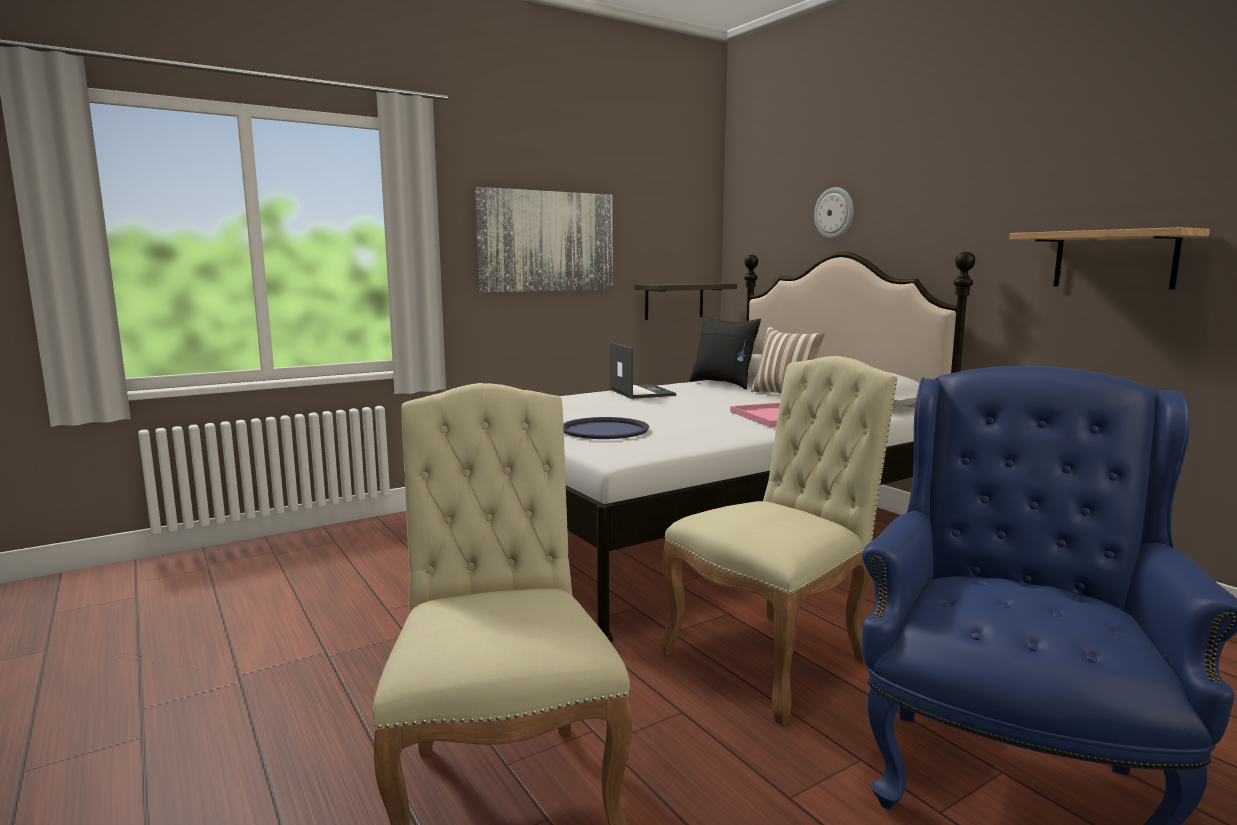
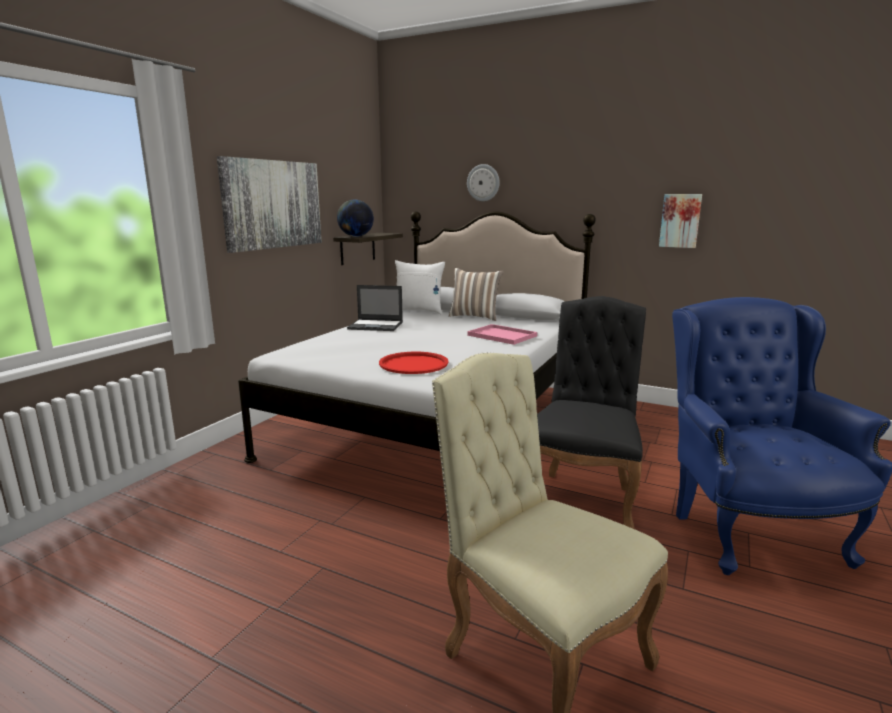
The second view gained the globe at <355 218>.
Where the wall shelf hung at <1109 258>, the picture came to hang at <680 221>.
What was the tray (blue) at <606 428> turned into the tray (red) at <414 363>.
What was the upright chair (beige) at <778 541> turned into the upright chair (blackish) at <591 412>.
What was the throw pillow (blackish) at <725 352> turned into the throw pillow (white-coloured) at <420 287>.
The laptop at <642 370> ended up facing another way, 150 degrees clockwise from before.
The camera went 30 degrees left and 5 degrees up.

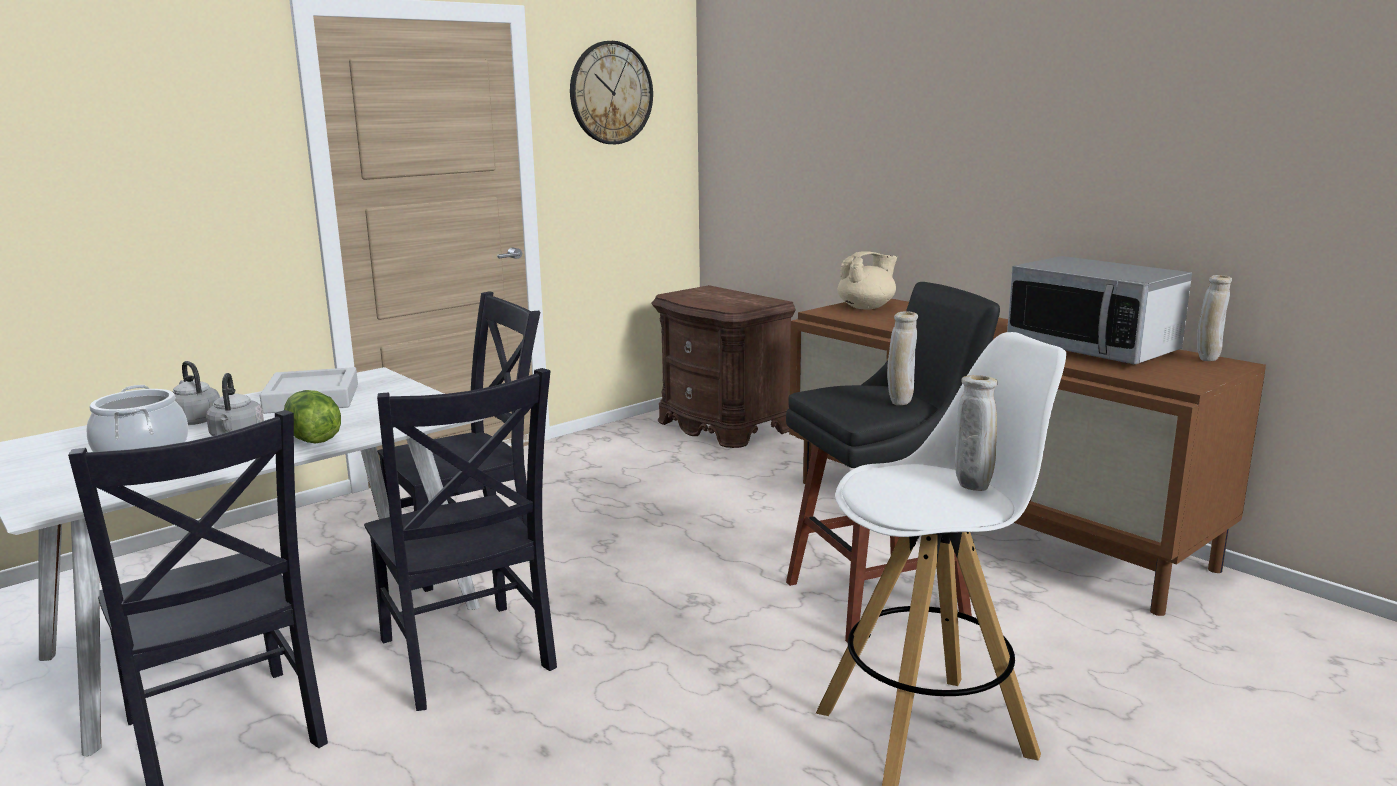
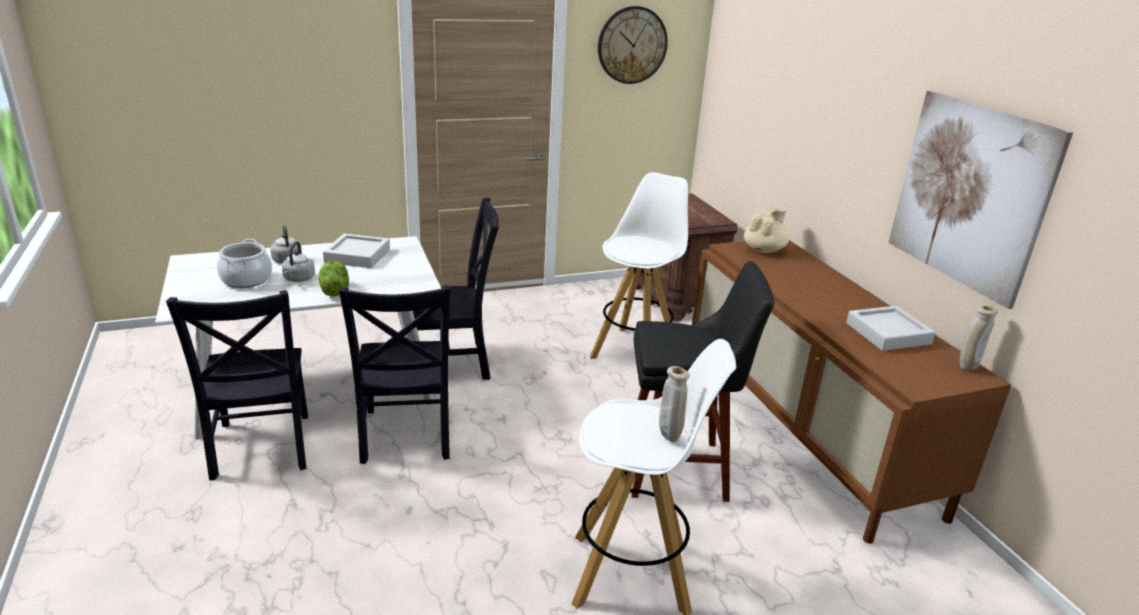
The second view lost the vase (beige) at <902 358>.
The second view gained the stool (white-coloured) at <638 265>.
The second view gained the picture at <980 200>.
Where the microwave oven stood at <1099 310>, the tray (grey) came to stand at <890 328>.
The pot for tea (beige) at <867 280> ended up facing another way, 45 degrees counterclockwise from before.
The camera went 20 degrees right and 10 degrees up.

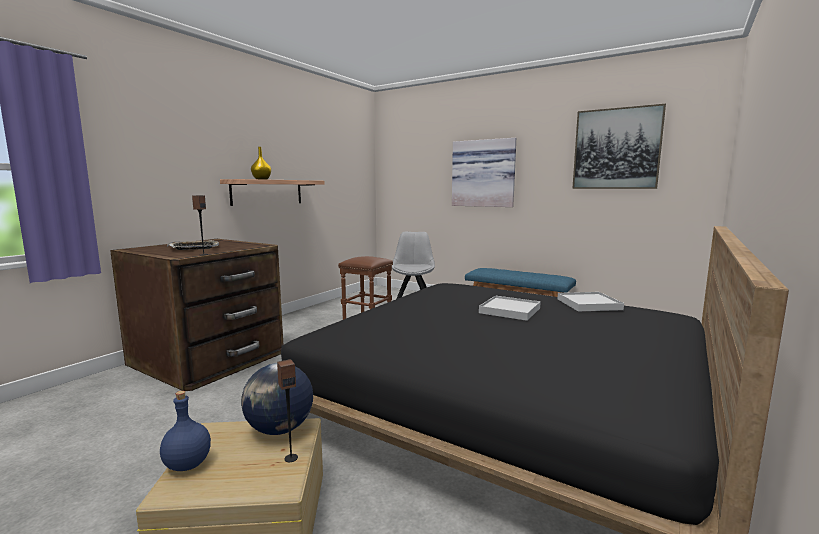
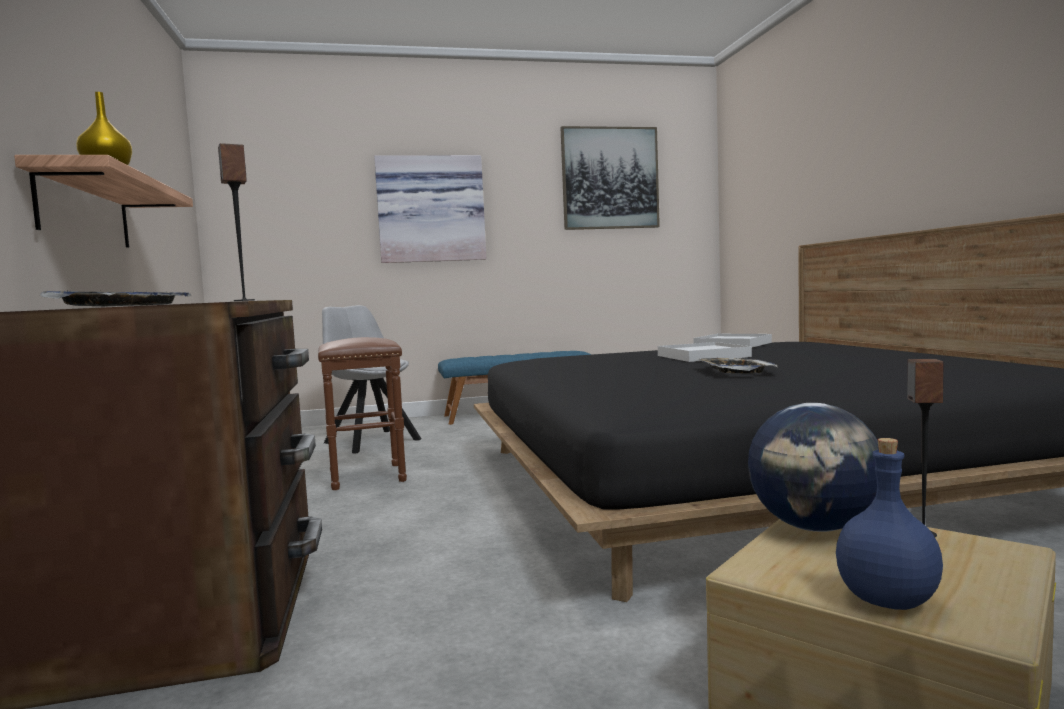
The second view gained the tray at <737 366>.
The camera went 45 degrees left and 5 degrees down.

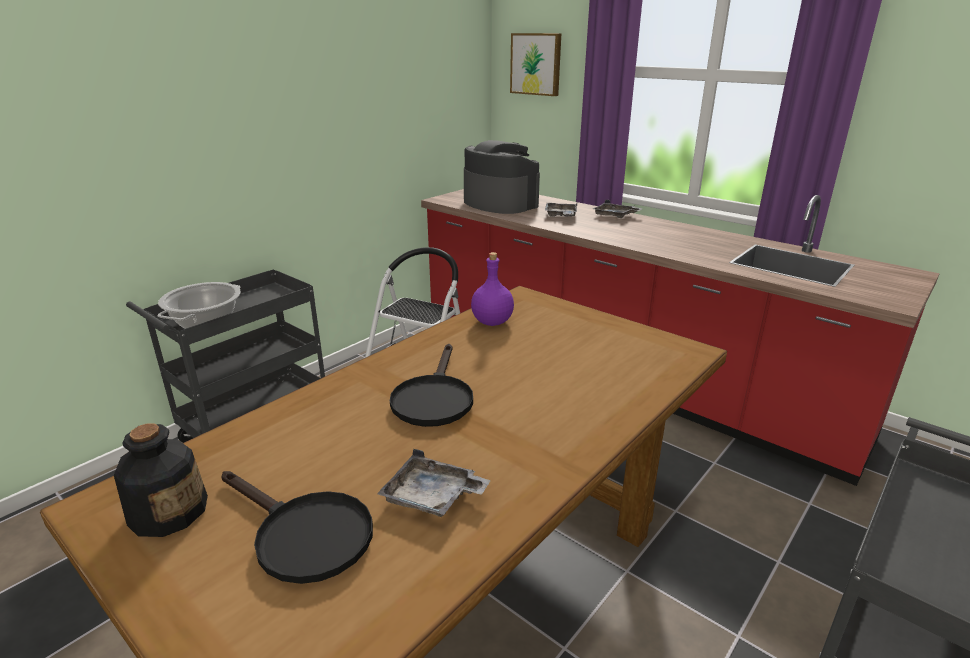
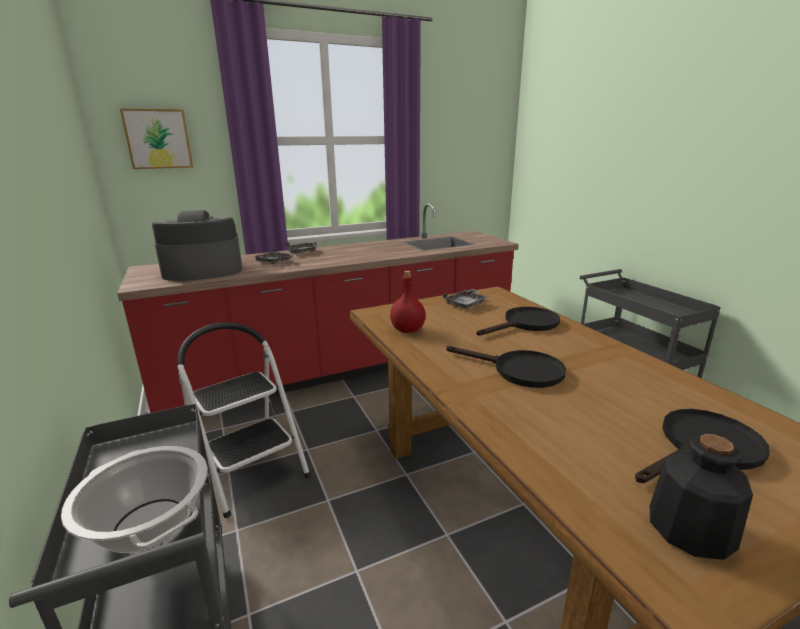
The second view gained the frying pan (blackish) at <518 321>.
The tray (grey) ended up elsewhere, having gone from <434 483> to <465 299>.
What was the beverage bottle (purple-coloured) at <492 289> turned into the beverage bottle (red) at <407 302>.
The camera went 65 degrees left and 5 degrees down.

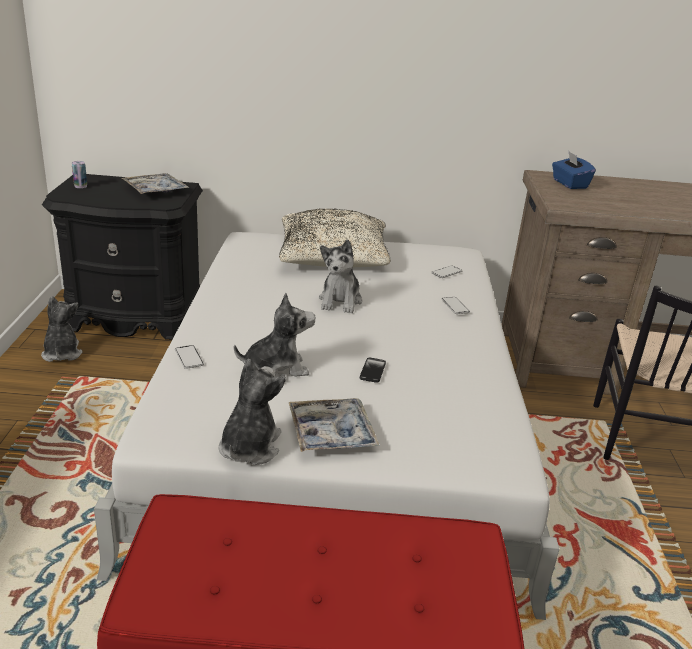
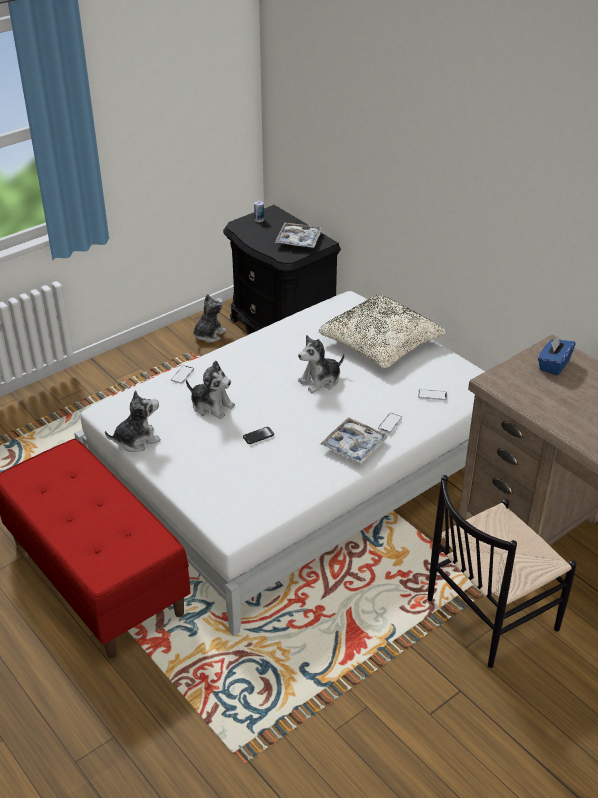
The tray ended up elsewhere, having gone from <334 425> to <354 440>.
The camera went 50 degrees right and 10 degrees up.

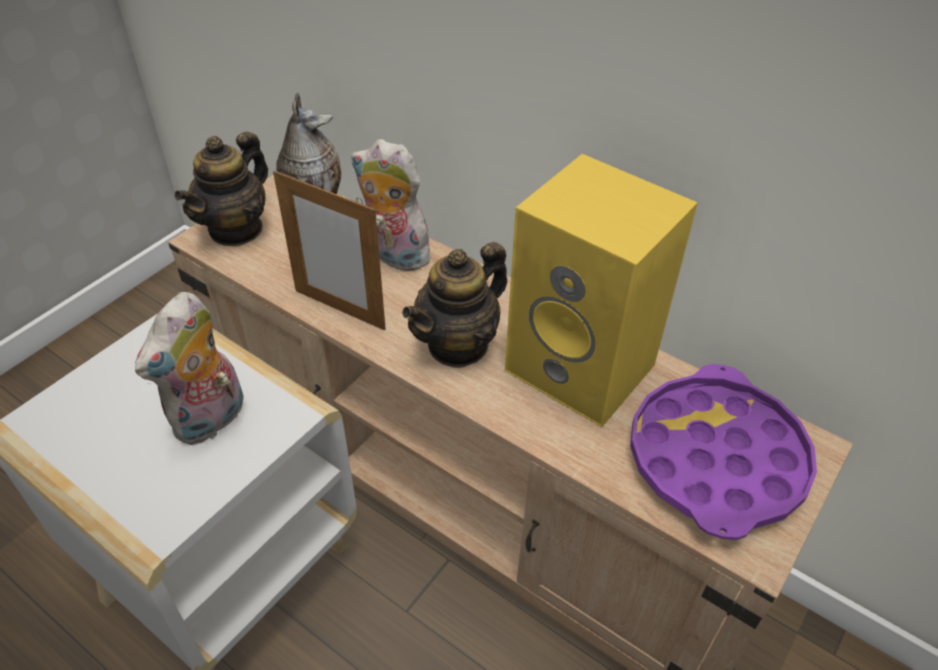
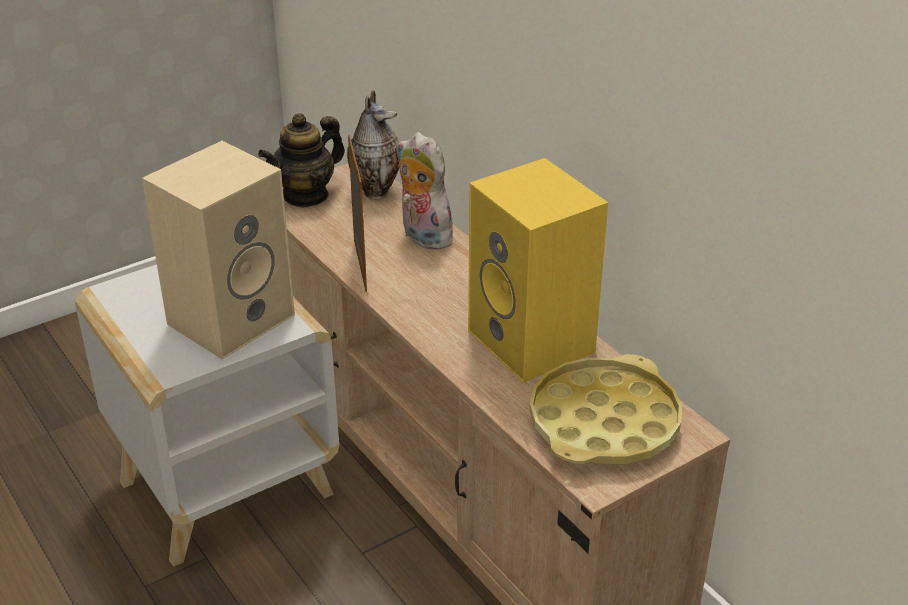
The second view lost the pot for tea at <455 305>.
Where the plush toy stood at <189 368>, the loudspeaker (beige) came to stand at <218 250>.
What was the tray (purple-coloured) at <723 452> turned into the tray (yellowish) at <605 409>.
The standing frame at <329 250> ended up facing another way, 150 degrees counterclockwise from before.
The camera went 20 degrees right and 10 degrees down.

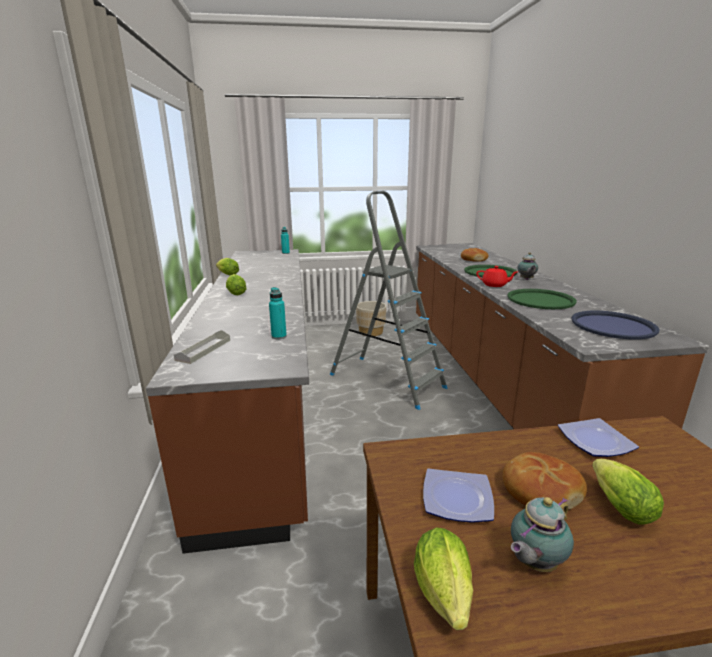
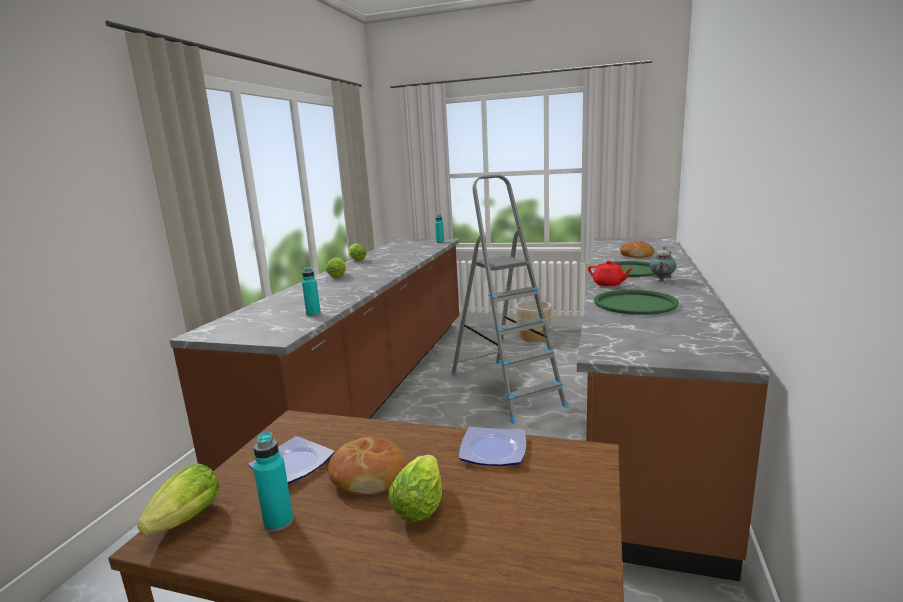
The second view lost the tray (grey) at <202 347>.
The second view lost the tray (blue) at <616 325>.
Where the pot for tea stood at <542 534>, the beverage bottle (turquoise) came to stand at <273 482>.
The camera went 25 degrees right and 5 degrees down.

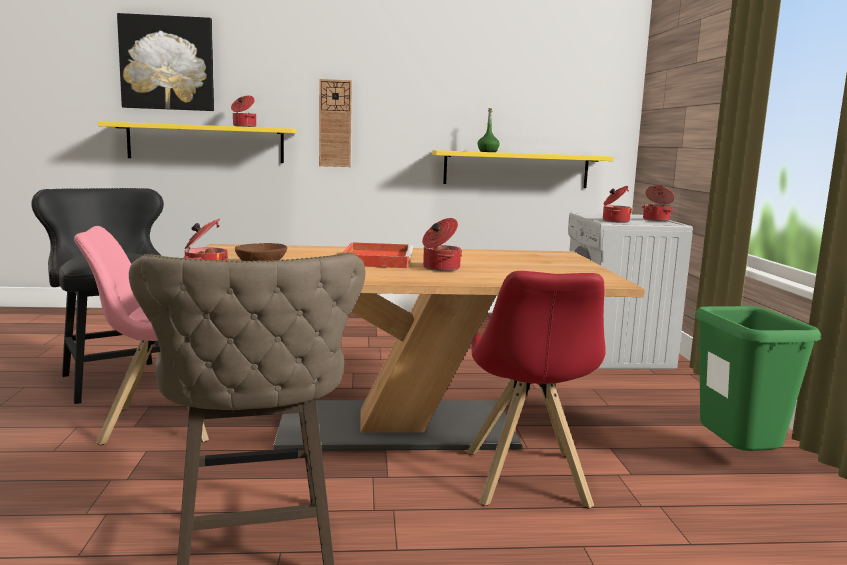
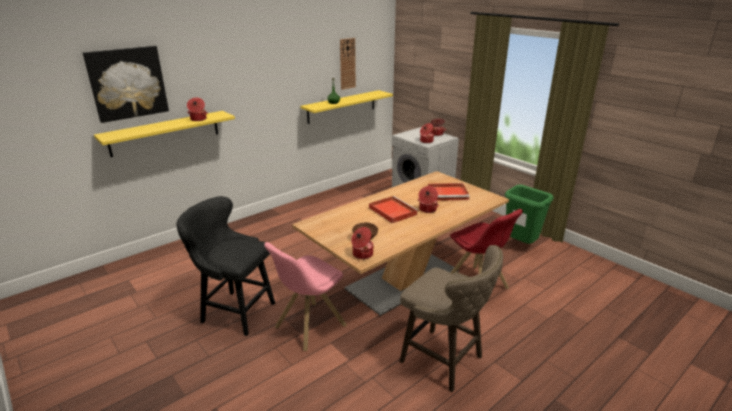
The second view gained the tray (red) at <449 192>.
The hanging clock ended up elsewhere, having gone from <335 123> to <348 64>.
The camera went 35 degrees left and 15 degrees up.

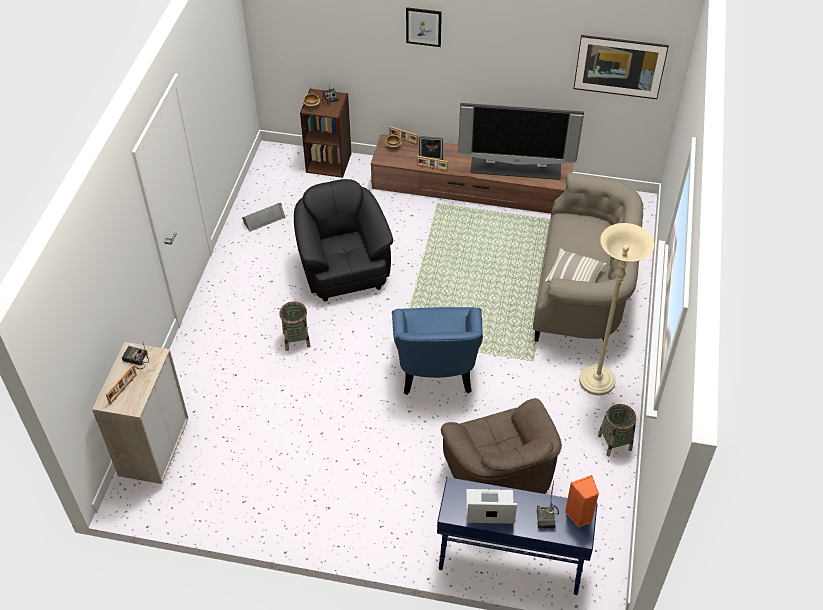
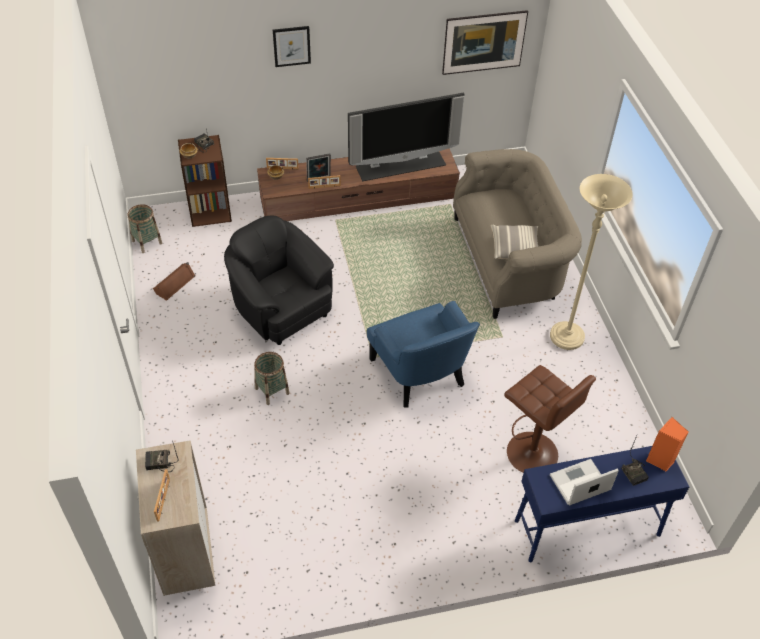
The basket ended up elsewhere, having gone from <617 430> to <145 228>.
Where the lounge chair (brownish) stood at <501 446>, the stool (brownish) came to stand at <550 419>.
What was the loudspeaker (grey) at <264 217> turned into the loudspeaker (brownish) at <174 281>.
The camera went 25 degrees left and 0 degrees up.

